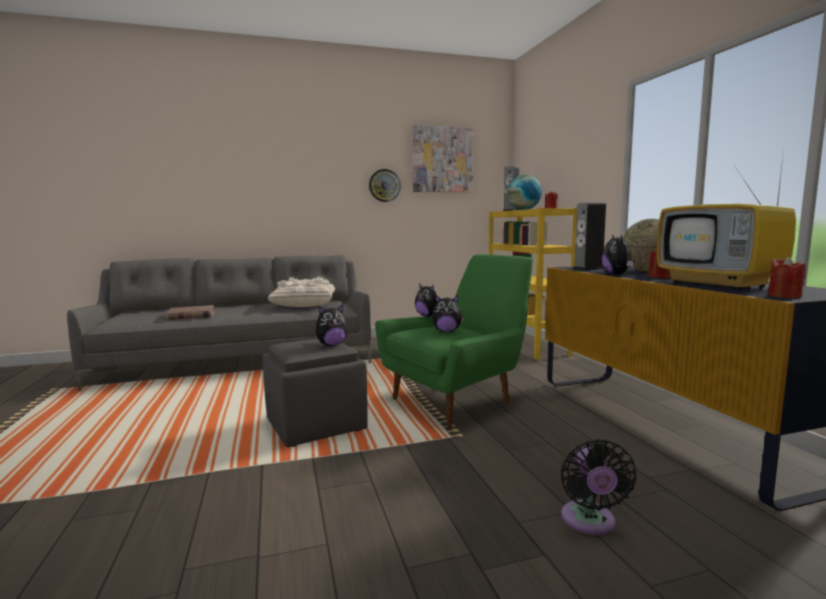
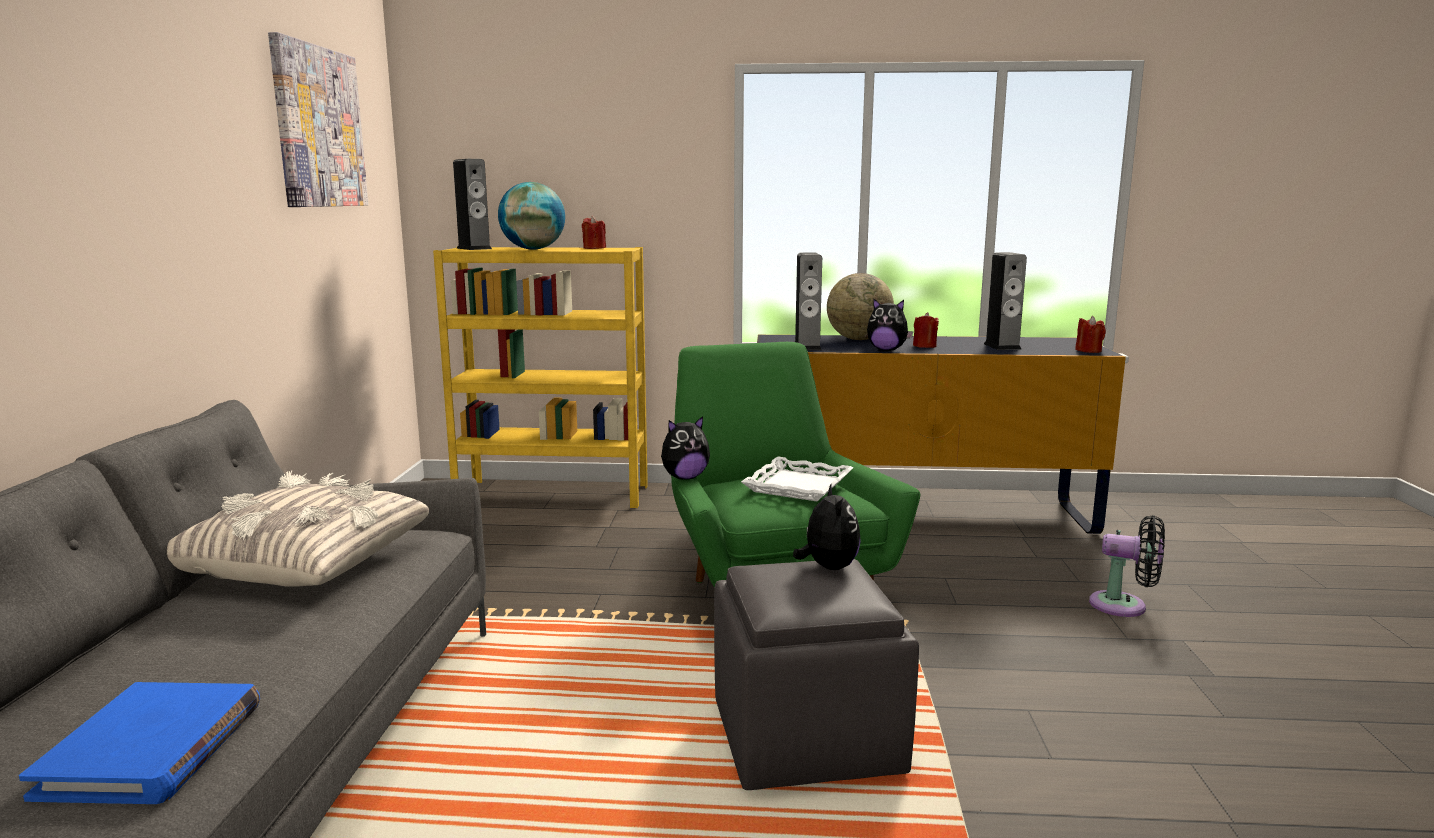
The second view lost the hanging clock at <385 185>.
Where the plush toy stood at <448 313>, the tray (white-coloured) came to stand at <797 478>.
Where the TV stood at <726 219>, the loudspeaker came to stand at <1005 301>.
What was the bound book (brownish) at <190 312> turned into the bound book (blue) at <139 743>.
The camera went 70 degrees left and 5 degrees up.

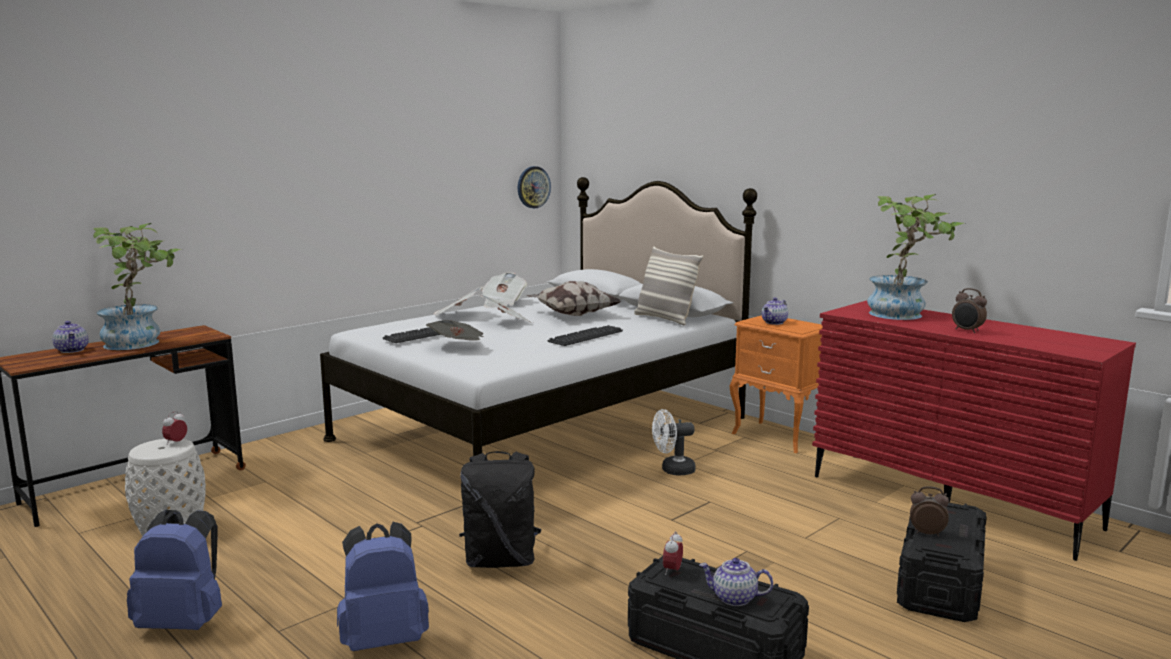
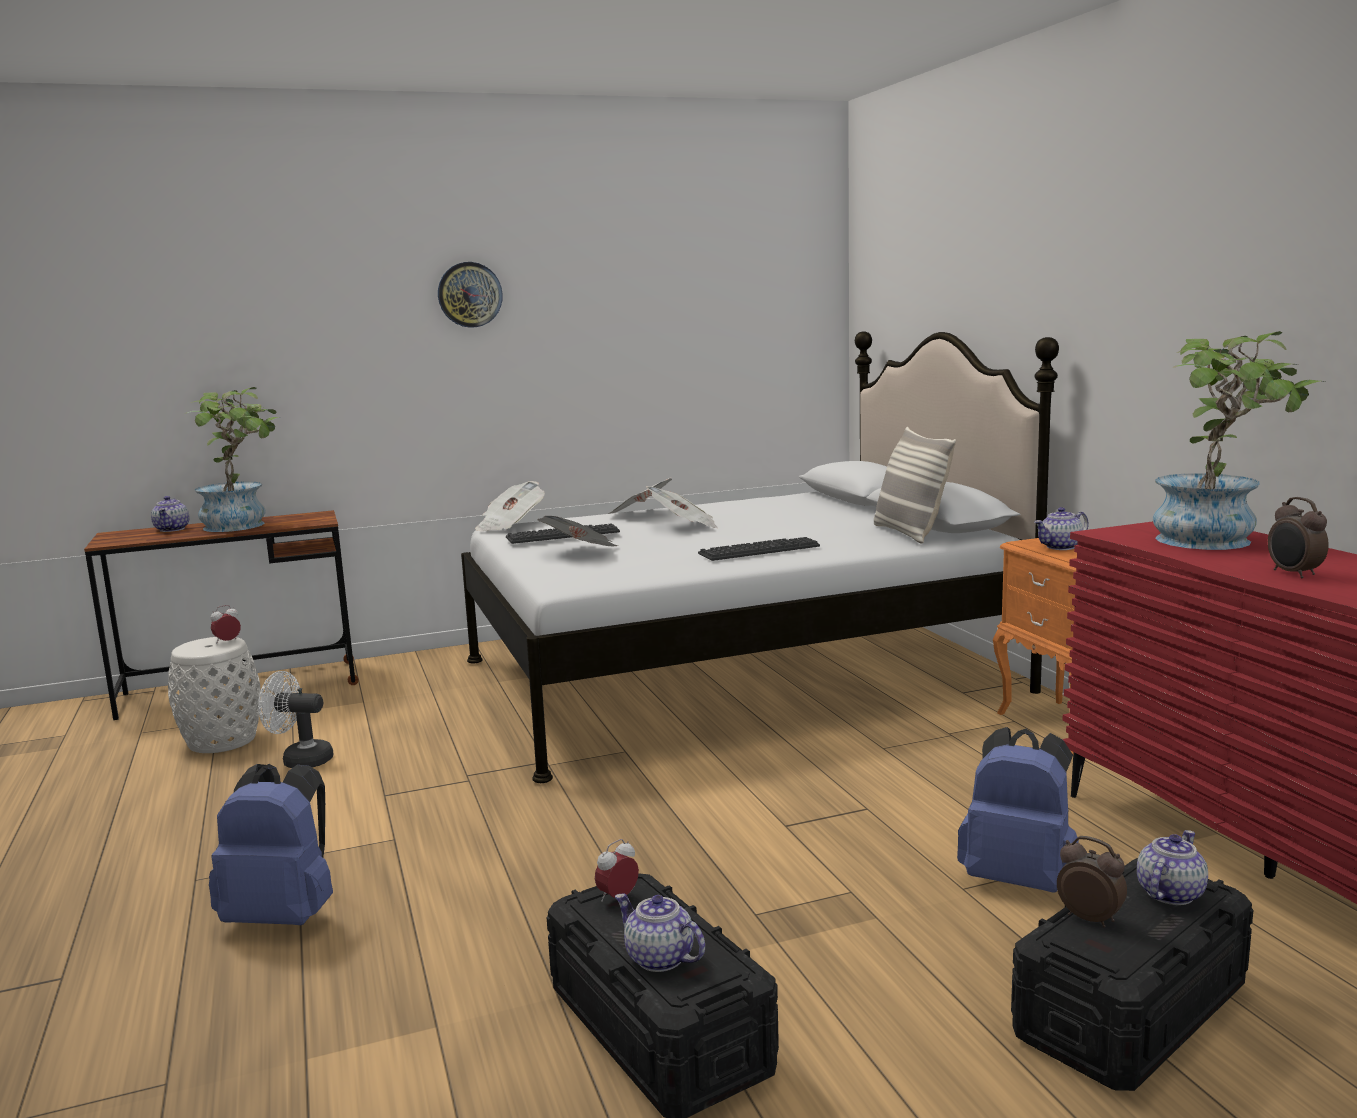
The second view lost the knapsack (blackish) at <500 509>.
The second view lost the throw pillow at <574 298>.
The second view gained the pot for tea at <1172 867>.
The knapsack (blue) ended up elsewhere, having gone from <174 570> to <1018 810>.
The newspaper ended up elsewhere, having gone from <504 290> to <510 506>.
The hanging clock ended up elsewhere, having gone from <534 187> to <470 295>.
The fan (white-coloured) ended up elsewhere, having gone from <674 442> to <296 719>.
The camera went 25 degrees right and 0 degrees up.

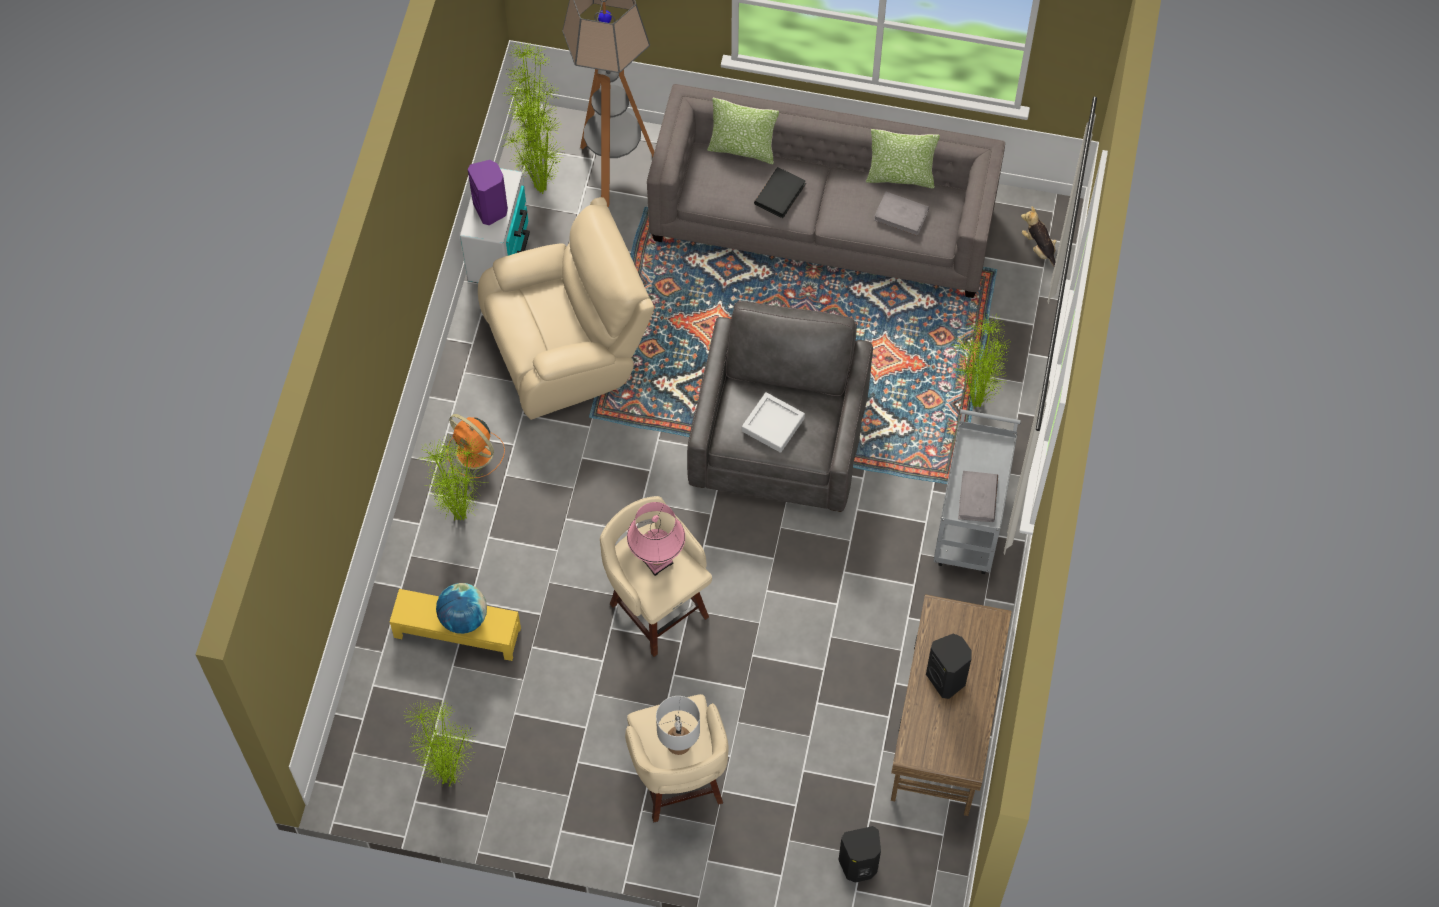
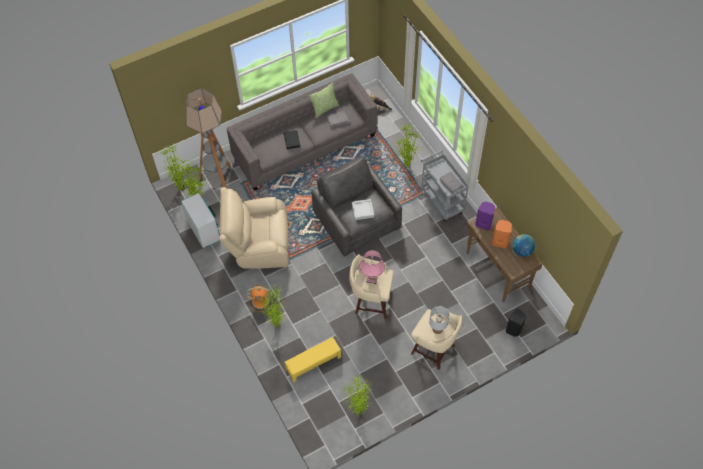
The second view lost the throw pillow at <743 131>.
The globe ended up elsewhere, having gone from <461 608> to <523 245>.
The loudspeaker (purple-coloured) ended up elsewhere, having gone from <488 192> to <485 216>.
What was the loudspeaker (blackish) at <949 666> turned into the loudspeaker (orangey) at <502 234>.
The lounge chair (beige) at <566 308> ended up facing another way, 120 degrees counterclockwise from before.
The camera went 40 degrees left and 5 degrees down.

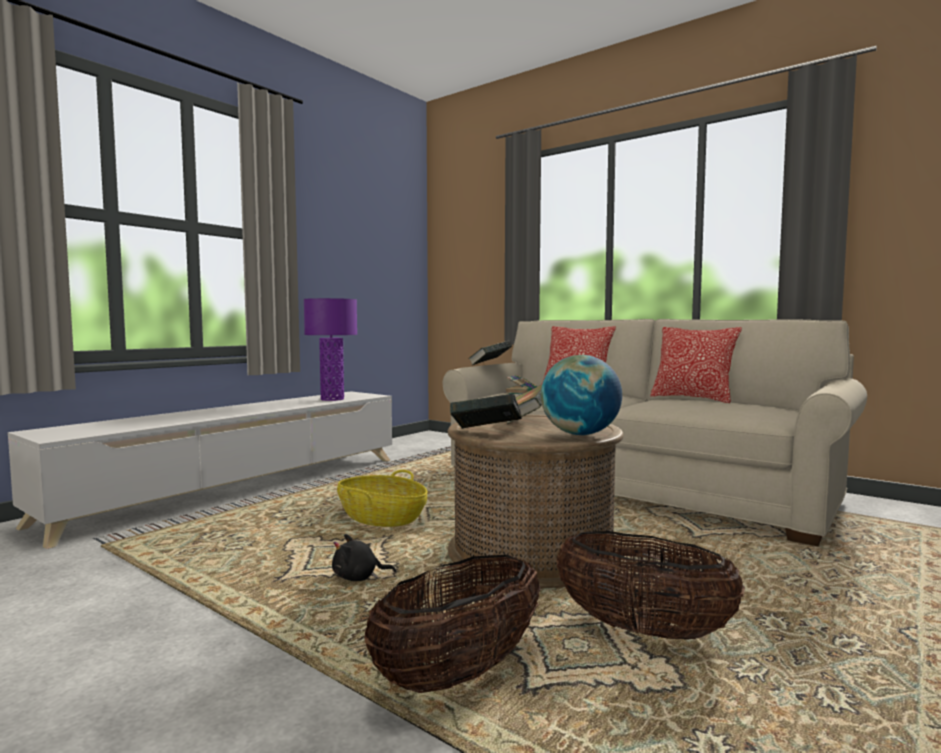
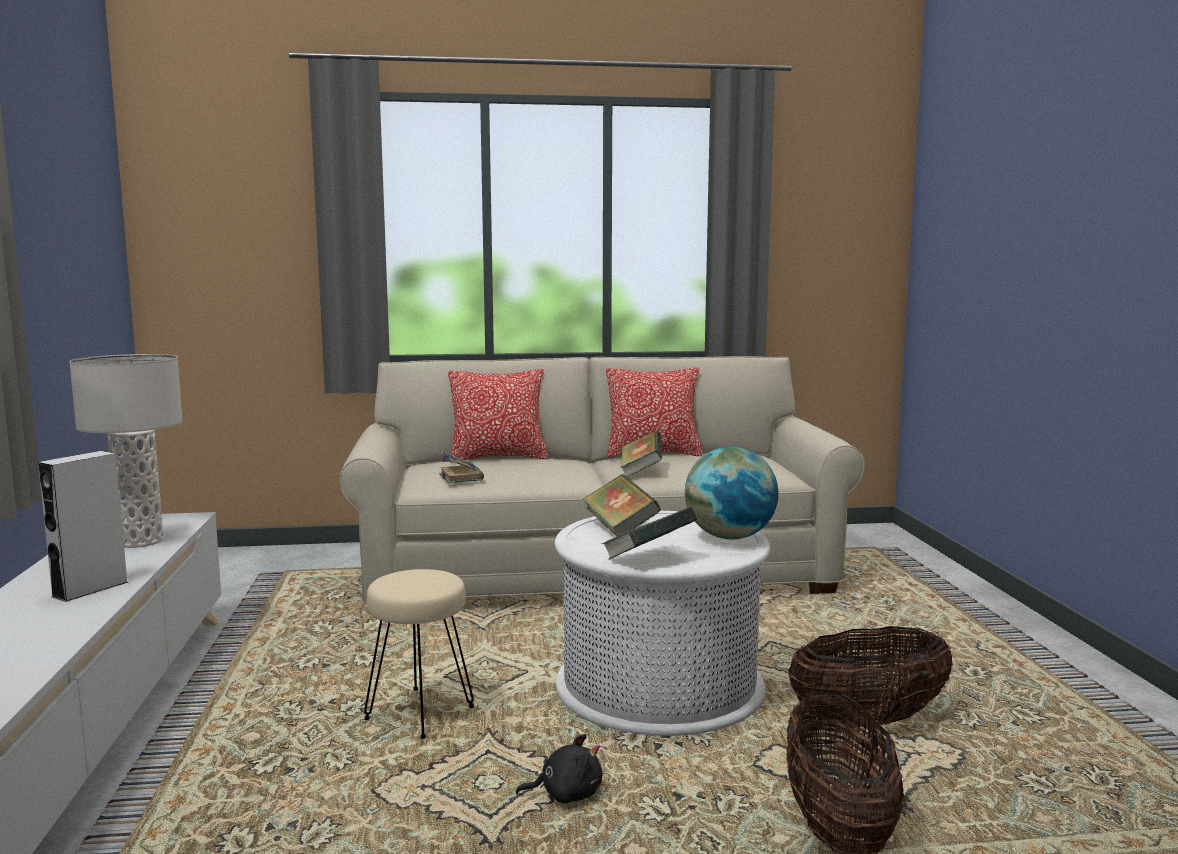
The second view gained the loudspeaker (grey) at <83 526>.
The bound book ended up elsewhere, having gone from <490 353> to <641 454>.
Where the basket stood at <382 498>, the stool (beige) came to stand at <419 654>.
What was the lamp for a table (purple-coloured) at <330 349> turned into the lamp for a table (white-coloured) at <125 451>.
What was the low table (brownish) at <535 501> turned into the low table (white-coloured) at <662 623>.
The plush toy (blackish) at <364 557> ended up facing another way, 135 degrees counterclockwise from before.
The camera went 45 degrees left and 5 degrees up.

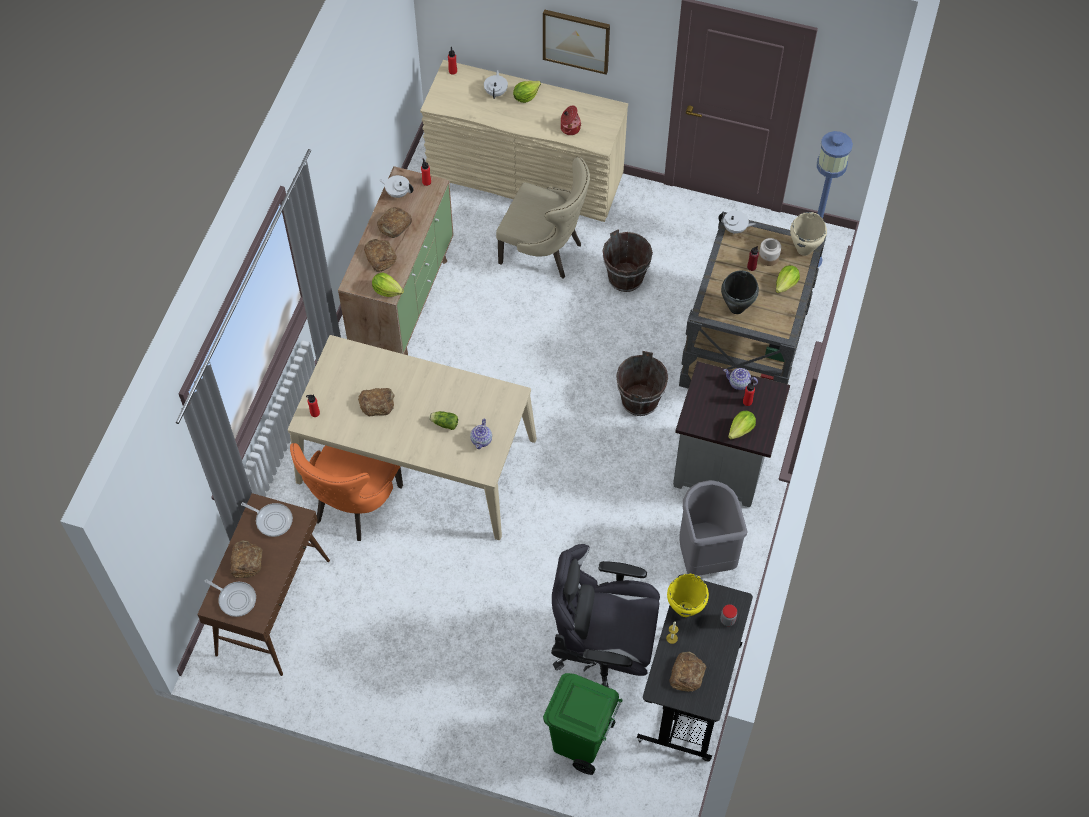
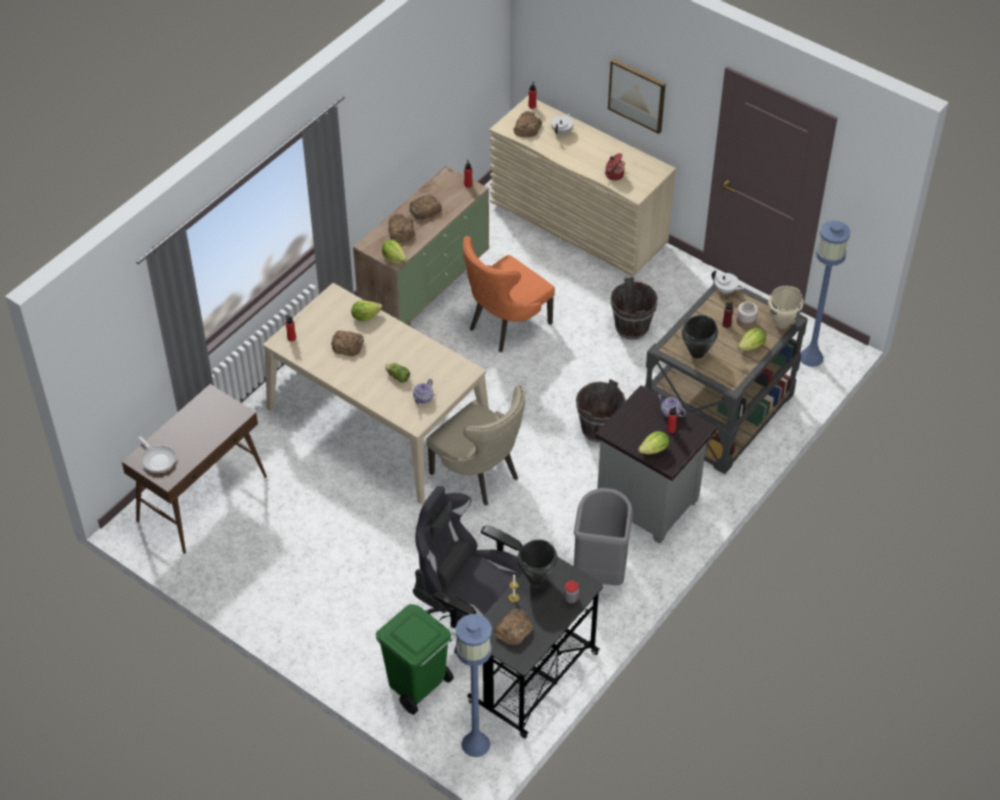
The second view lost the frying pan at <267 519>.
The second view lost the pot for tea (white-coloured) at <396 186>.
The second view gained the standard lamp (blue) at <474 685>.
The bakery bread ended up elsewhere, having gone from <246 559> to <528 124>.
The upright chair (orangey) ended up elsewhere, having gone from <346 492> to <509 294>.
The upright chair (beige) ended up elsewhere, having gone from <543 217> to <475 445>.
The lettuce ended up elsewhere, having gone from <527 92> to <366 310>.
What was the saucepot (yellowish) at <688 595> turned into the saucepot (blackish) at <537 562>.
The camera went 20 degrees right and 10 degrees down.

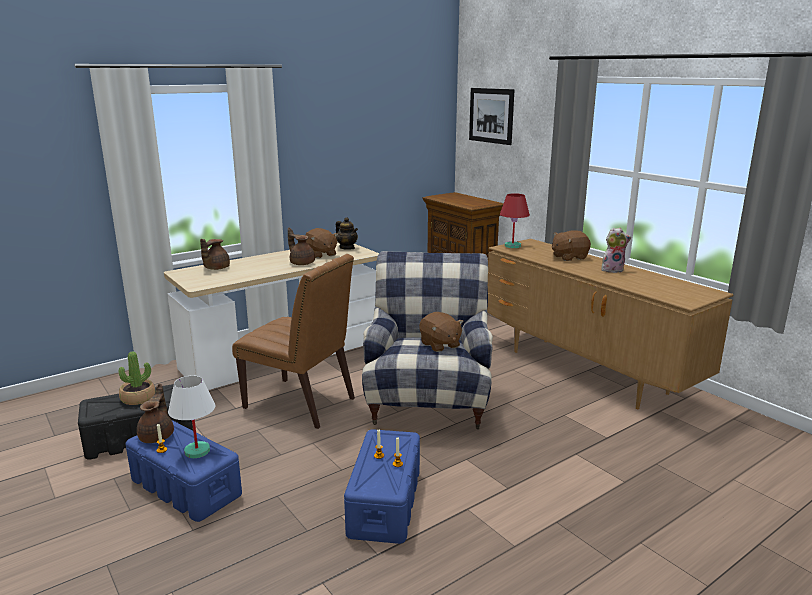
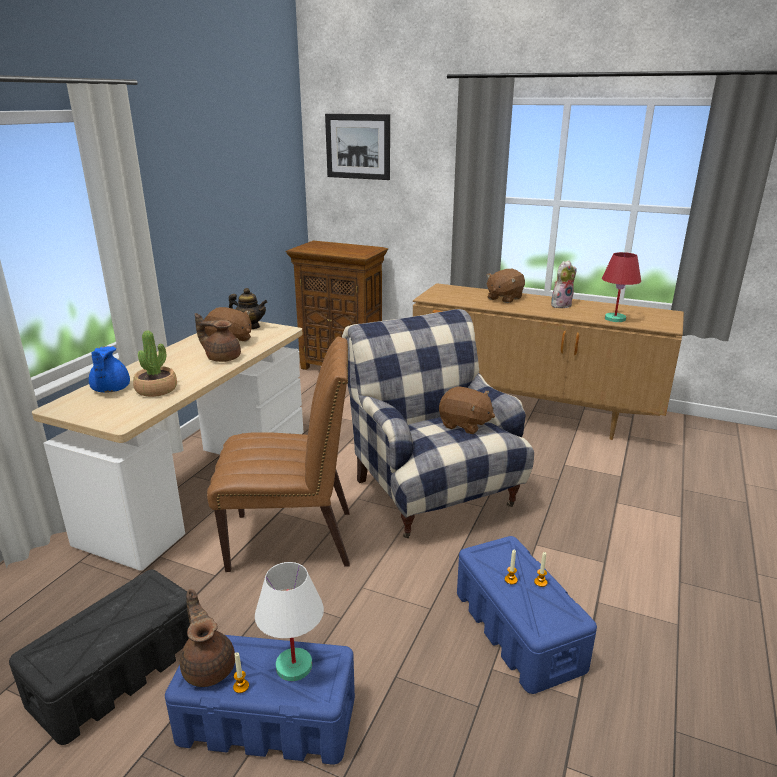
The houseplant ended up elsewhere, having gone from <137 378> to <155 363>.
The lamp for a table (red) ended up elsewhere, having gone from <515 220> to <621 287>.
What was the pot for tea (brownish) at <215 254> turned into the pot for tea (blue) at <109 369>.
The camera went 30 degrees left and 5 degrees up.

